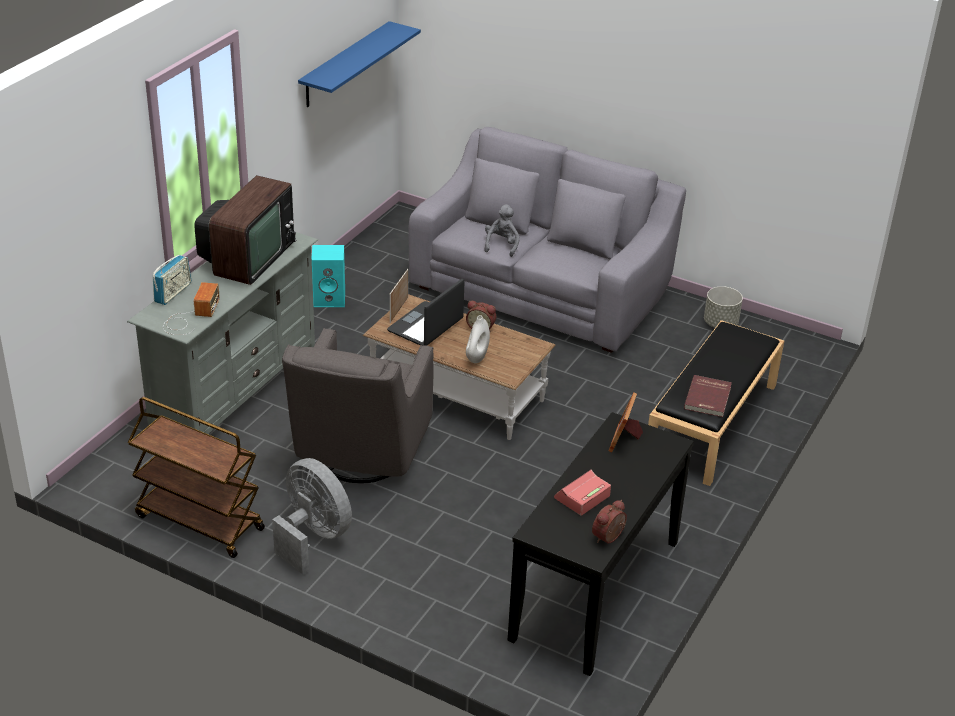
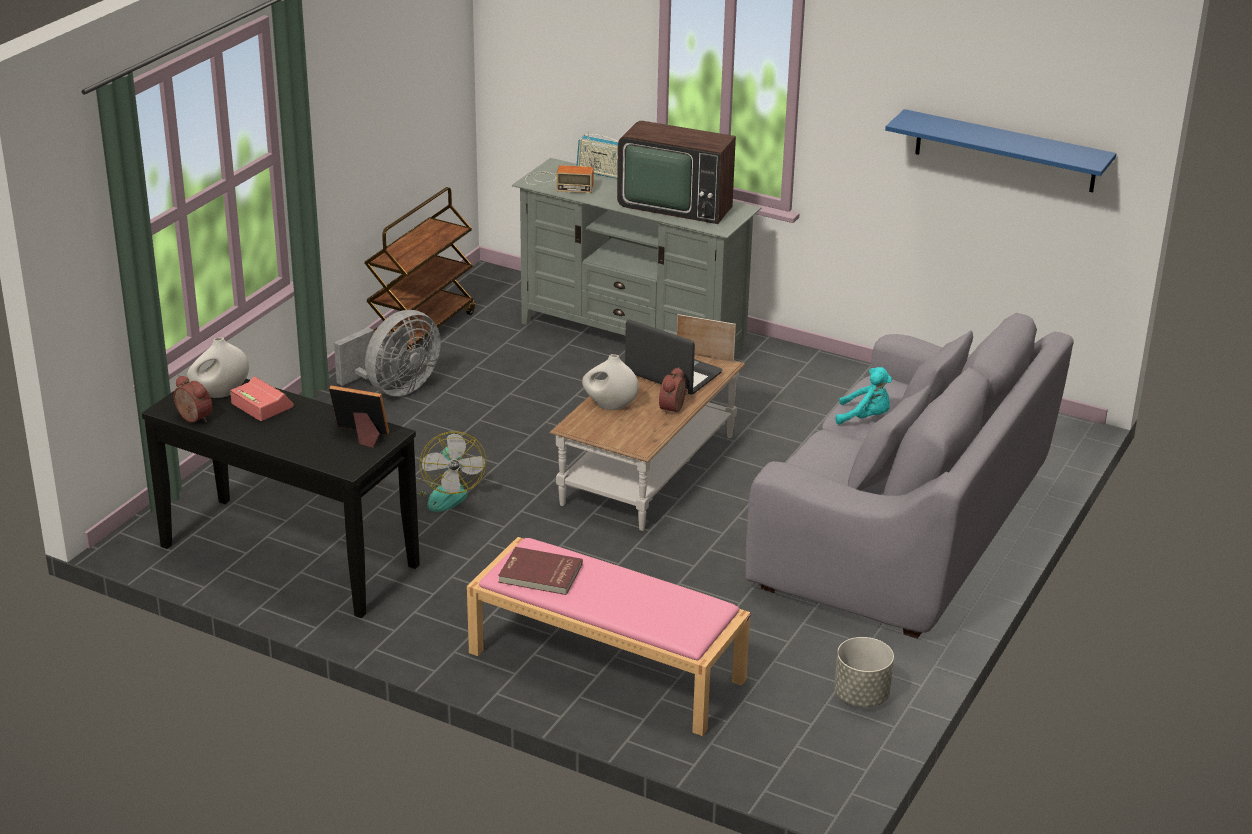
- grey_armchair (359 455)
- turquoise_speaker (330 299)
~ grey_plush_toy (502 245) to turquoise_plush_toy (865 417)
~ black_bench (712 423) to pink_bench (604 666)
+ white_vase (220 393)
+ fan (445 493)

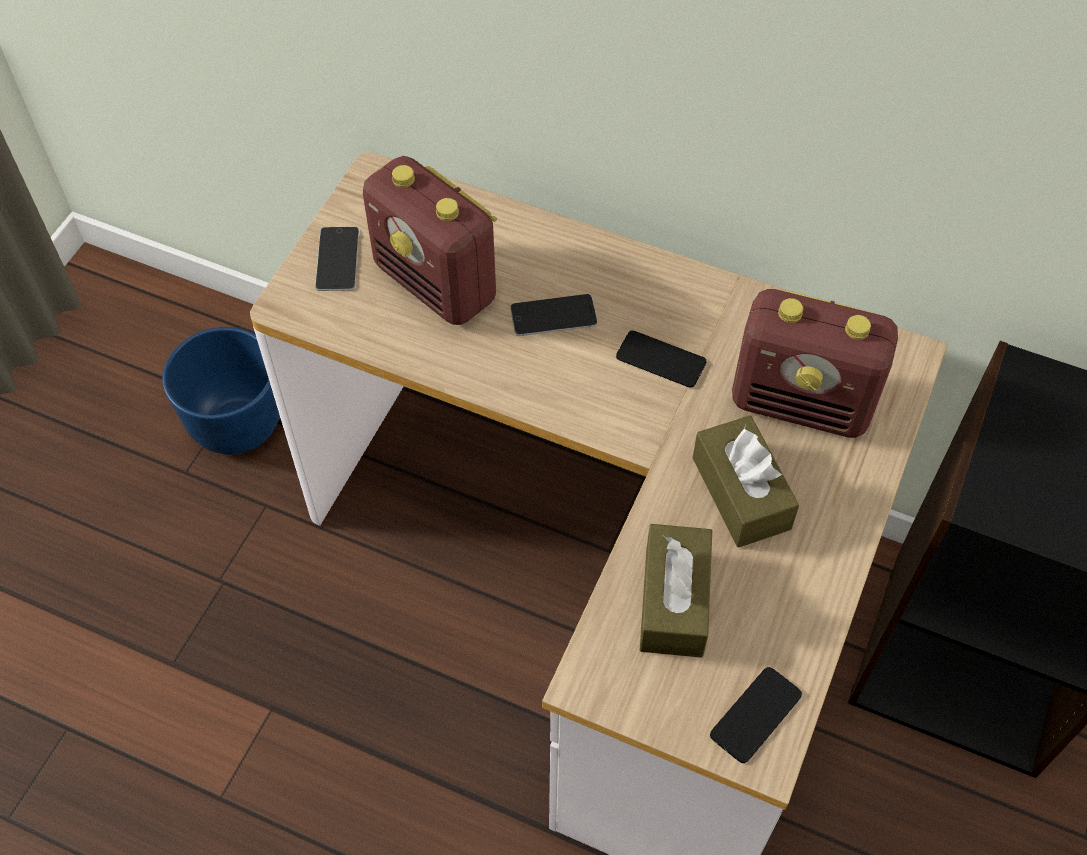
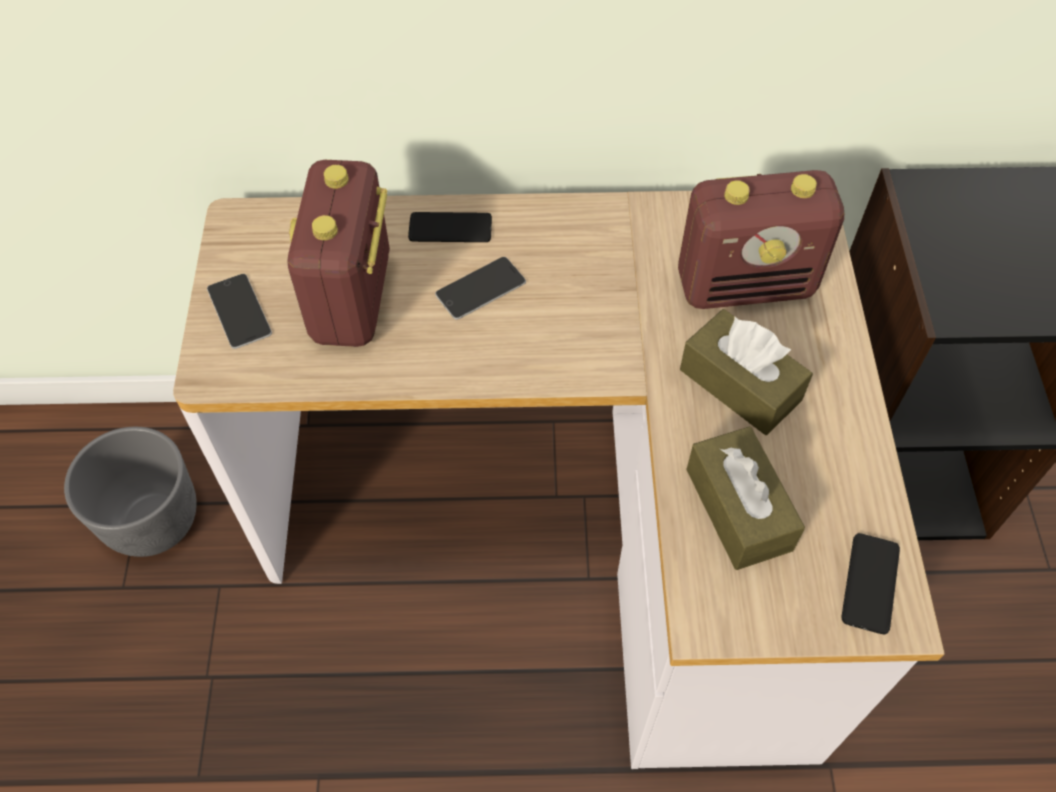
~ blue_planter (238 424) to grey_planter (154 520)
~ radio (437 284) = (352 299) 75 degrees clockwise
~ phone (661 360) to (450 228)

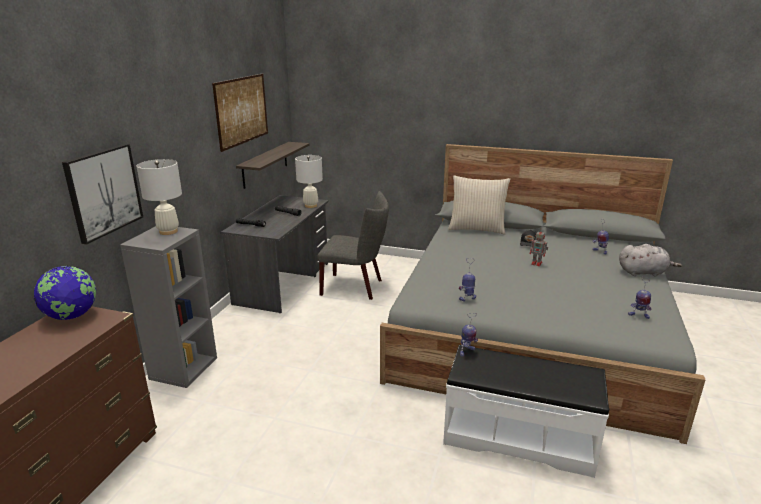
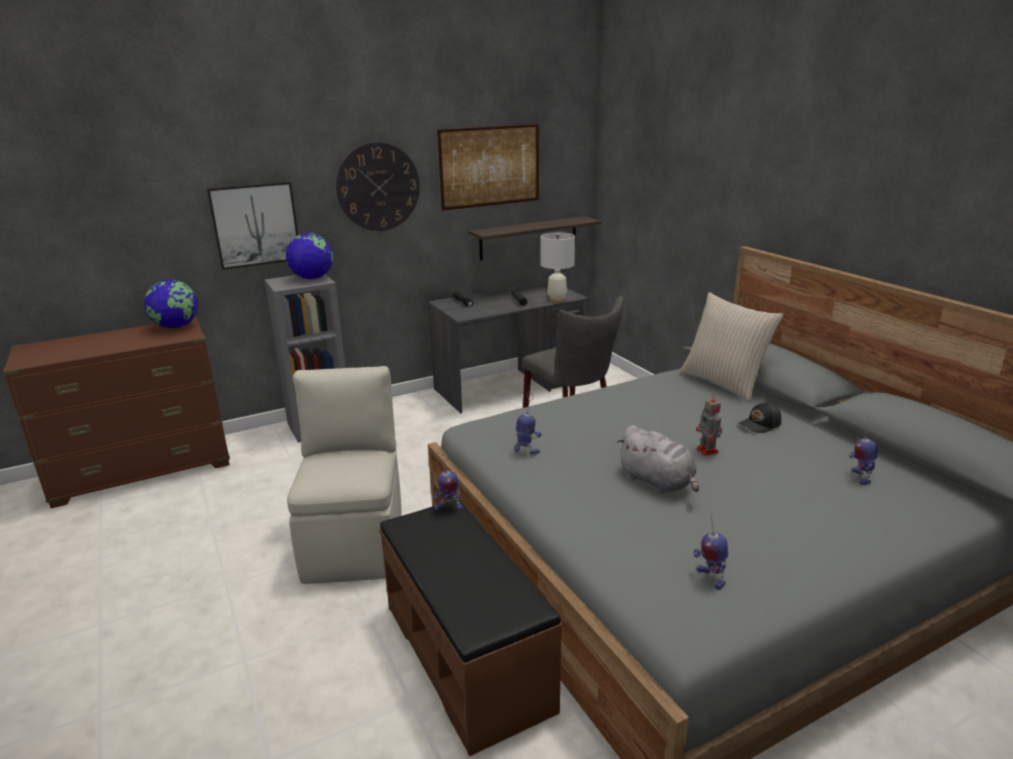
~ white_table_lamp (168 231) to globe (312 278)
~ white_bench (518 437) to brown_bench (468 655)
~ grey_plush_toy (643 272) to (658 482)
+ beige_chair (356 542)
+ wall_clock (378 187)

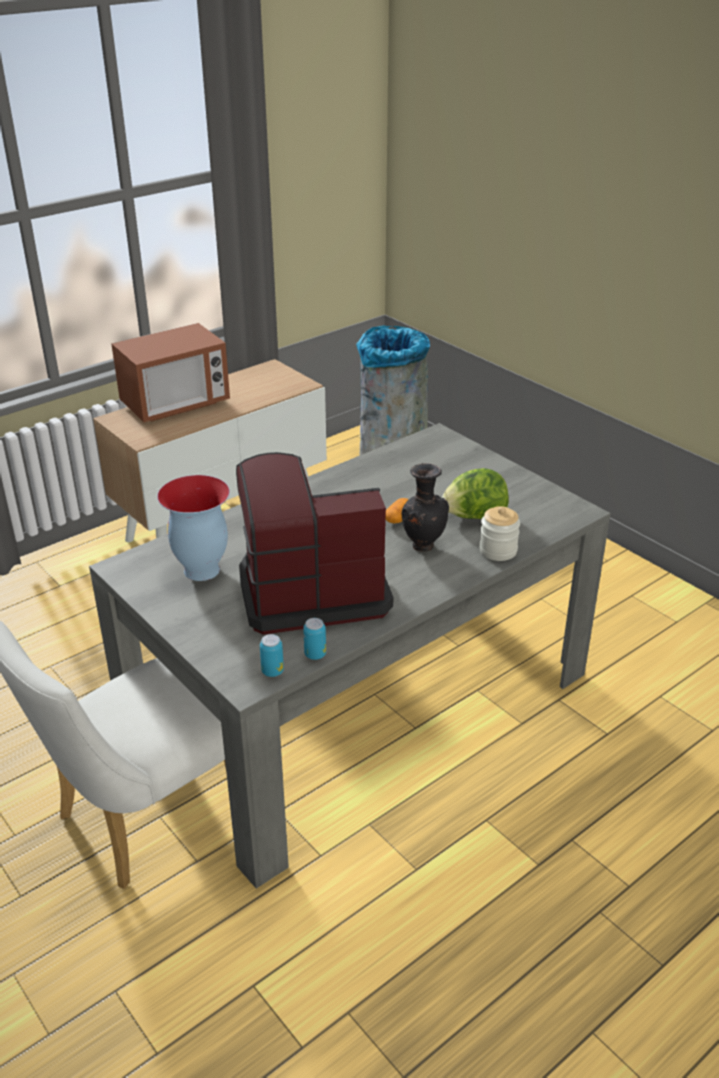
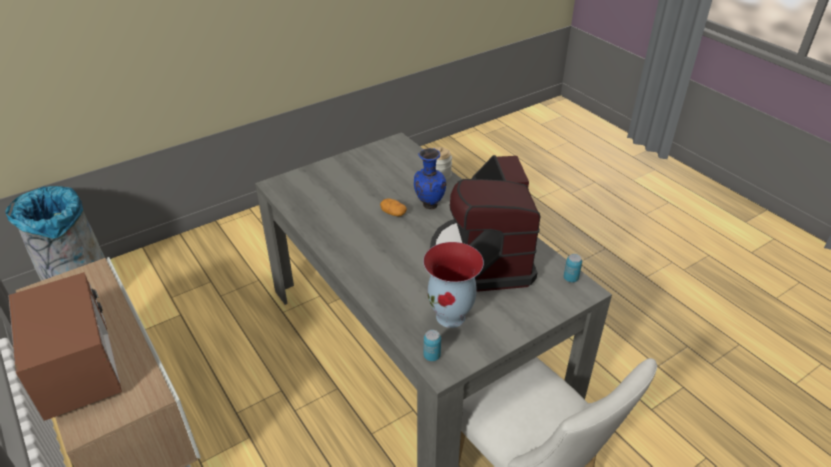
~ can (315 654) to (432 356)
~ black_vase (423 545) to blue_vase (429 205)
- lettuce (474 516)

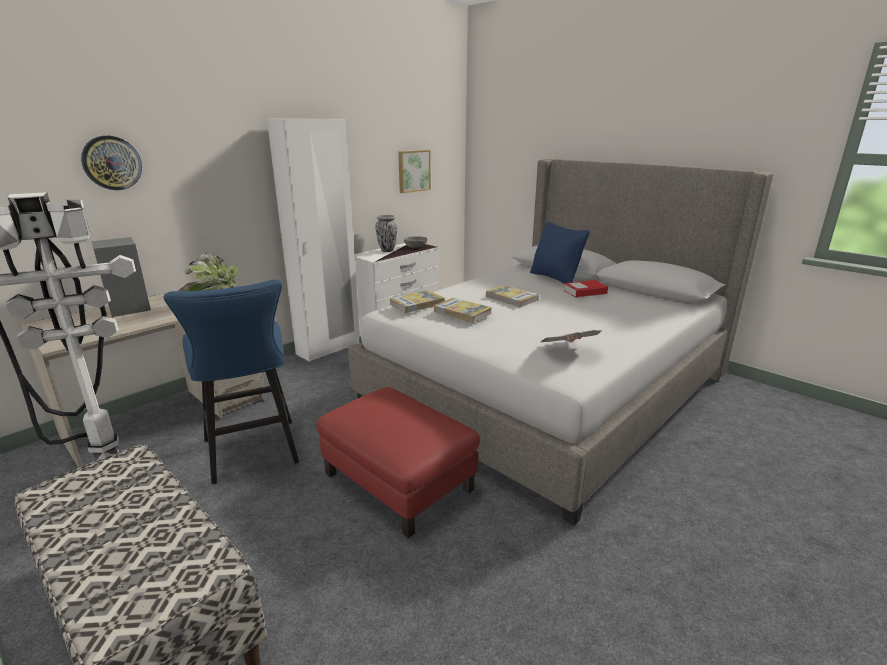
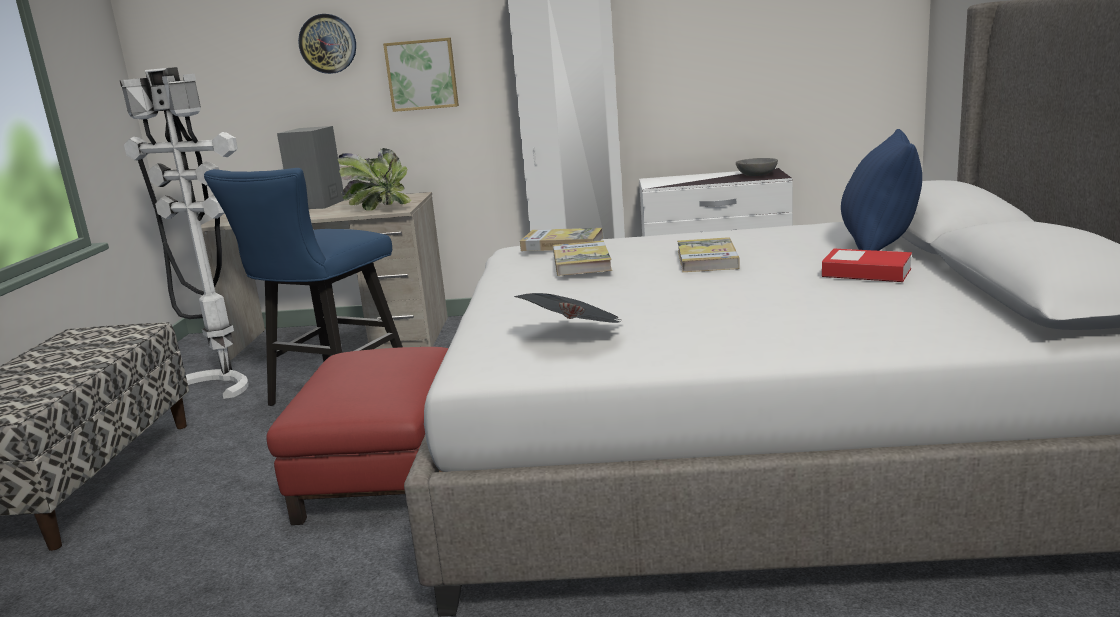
- vase (387 250)
~ picture (413 171) to (422 74)

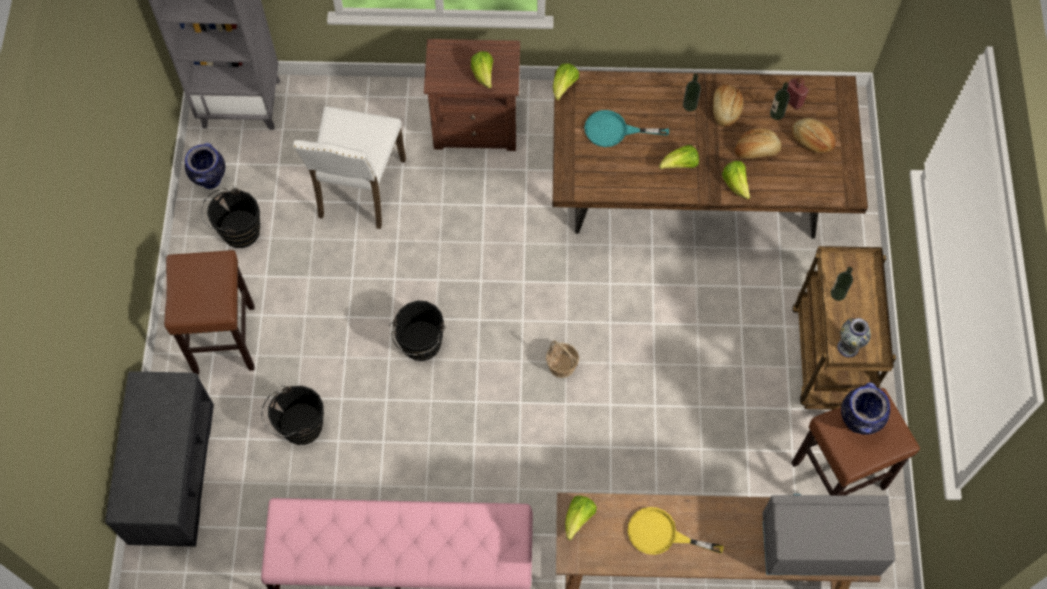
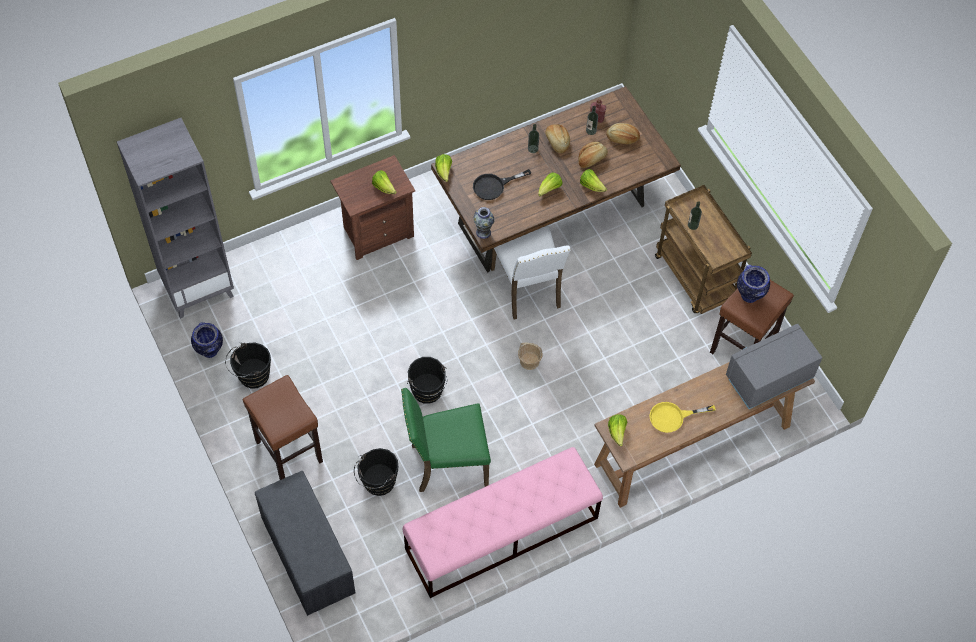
~ white_chair (359 189) to (528 288)
~ turquoise_frying_pan (614 131) to black_frying_pan (494 186)
~ vase (848 347) to (483 232)
+ green_chair (447 463)

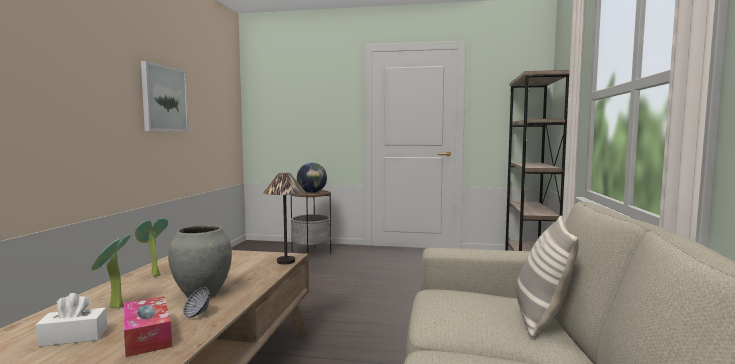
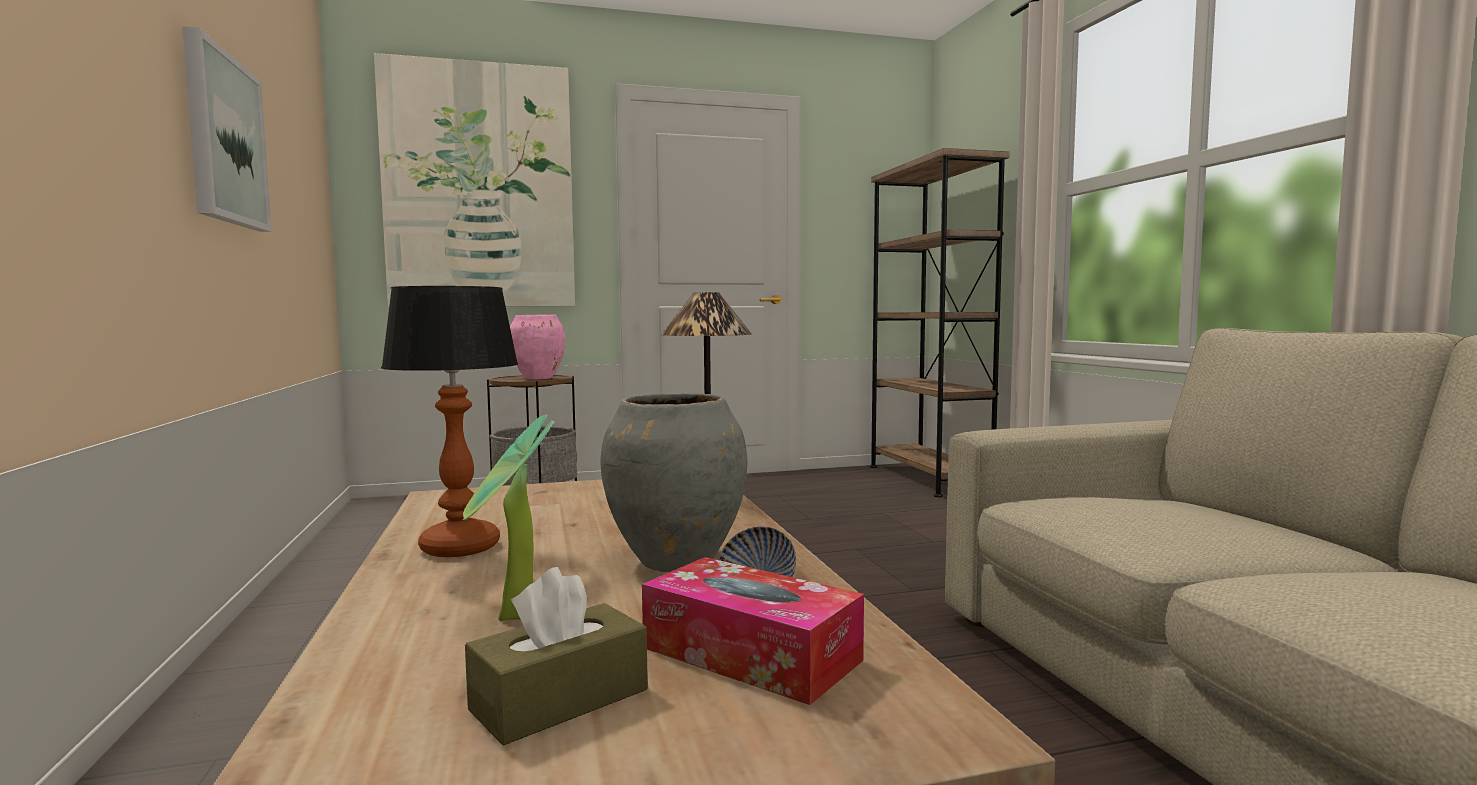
~ white_tissue_box (74 337) to brown_tissue_box (560 700)
~ potted_plant (153 275) to table_lamp (459 547)
~ globe (312 192) to pink_vase (539 378)
- pillow (541 318)
+ picture (479 186)

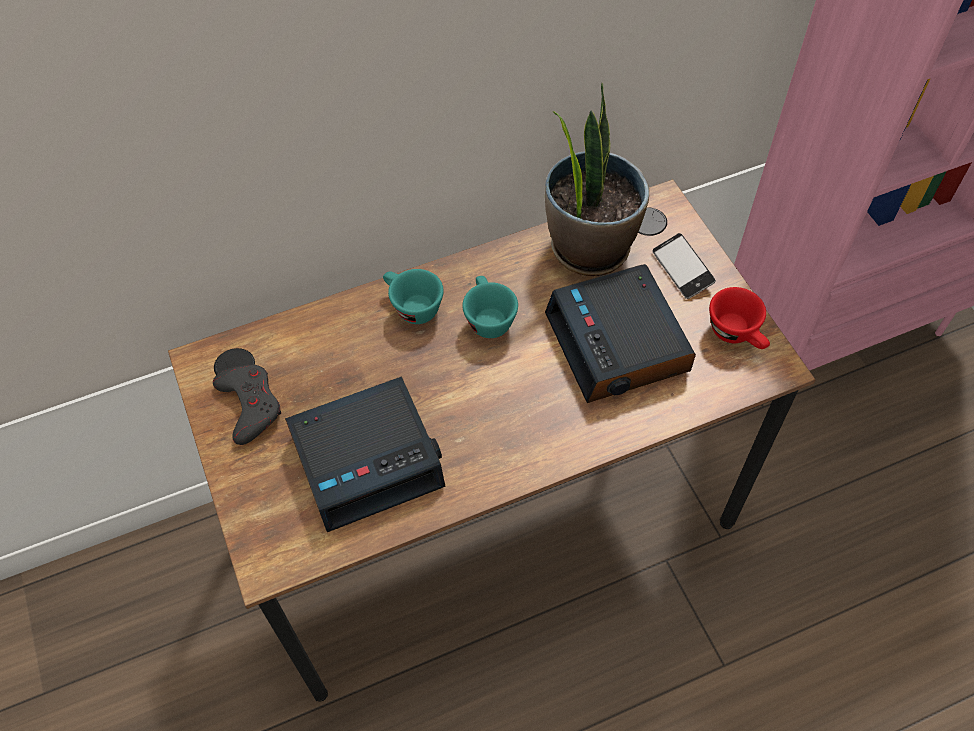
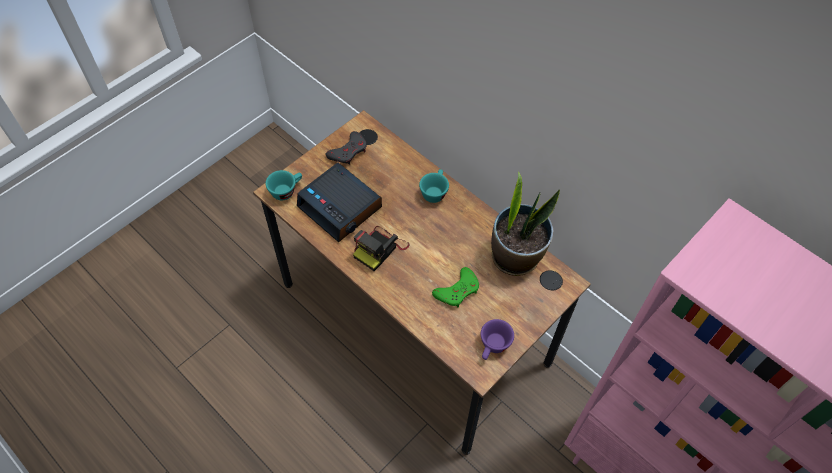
~ turquoise_cup (487 318) to (286 190)
~ alarm_clock (618 344) to green_game_controller (457 290)
- phone (682 269)
~ red_cup (737 334) to purple_cup (493 347)
+ photo_camera (380 248)

